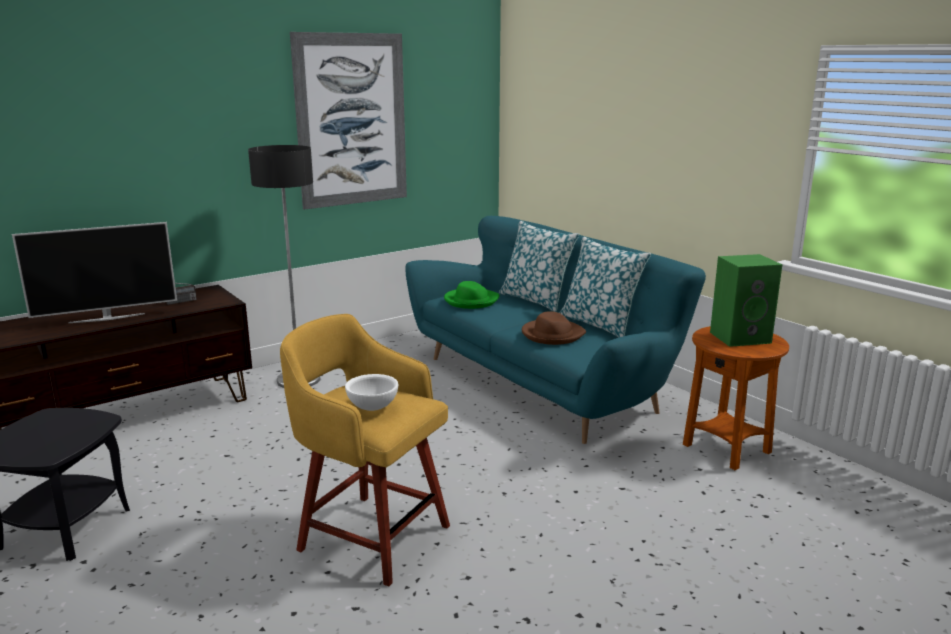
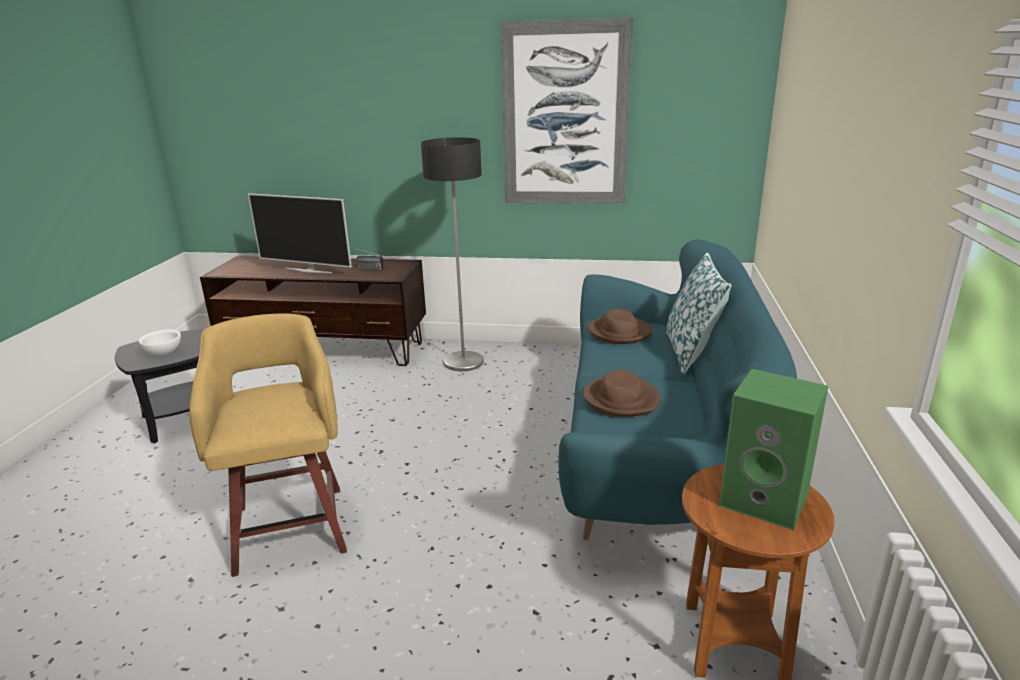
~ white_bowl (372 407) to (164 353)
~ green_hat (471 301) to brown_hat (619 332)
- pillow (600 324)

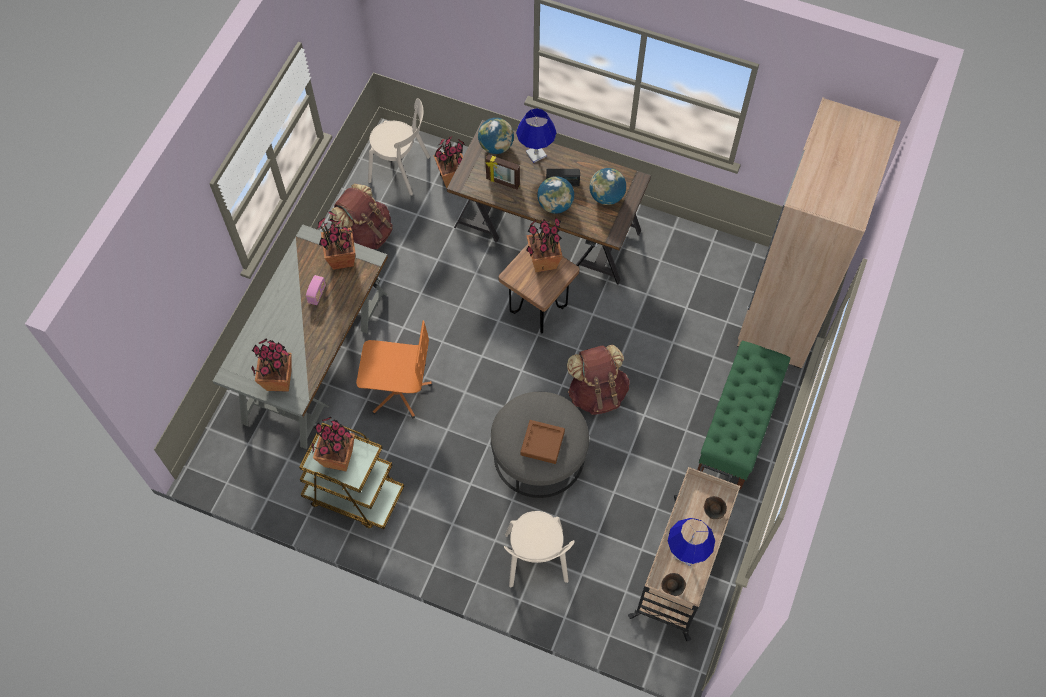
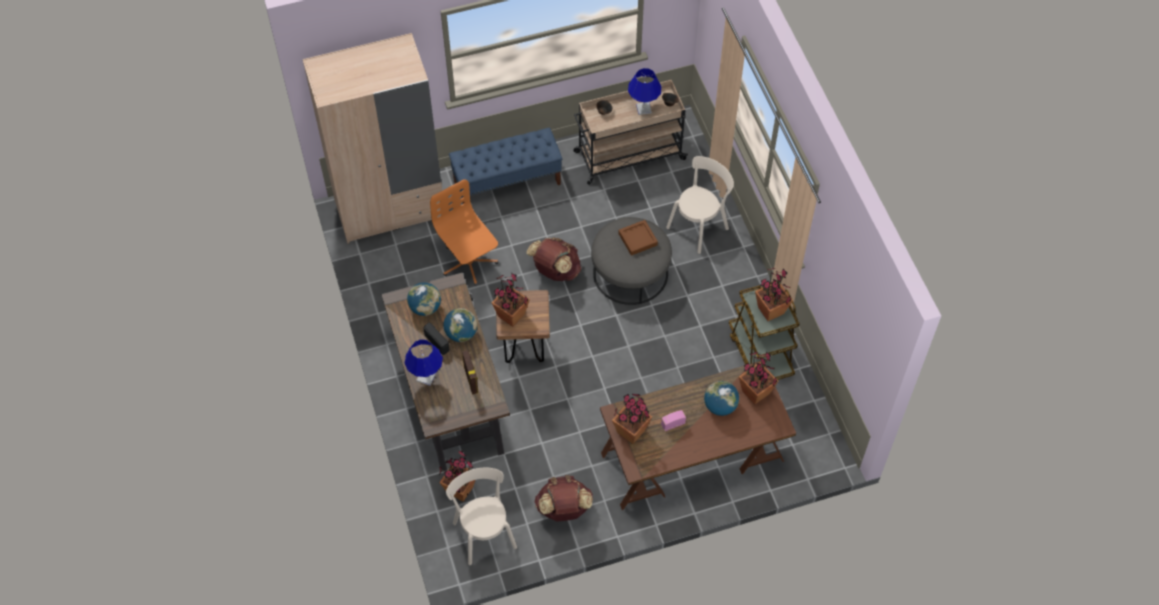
~ grey_desk (315 356) to brown_desk (692 458)
~ orange_office_chair (397 390) to (468 262)
~ globe (496 146) to (720 406)
~ green_bench (737 427) to blue_bench (507 182)

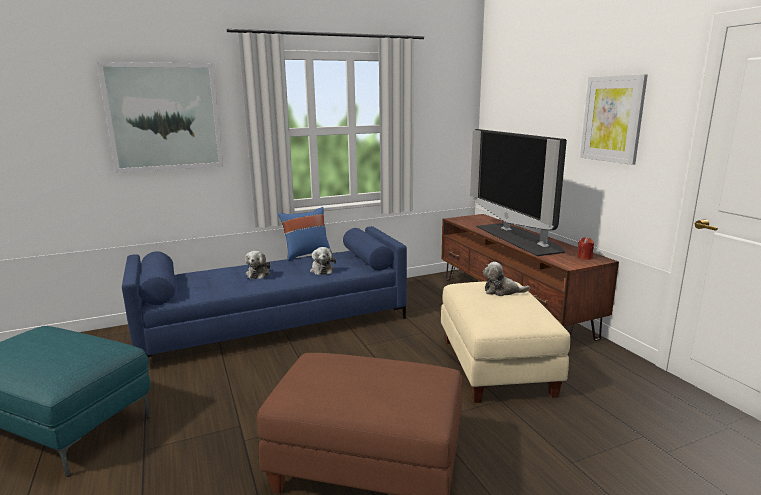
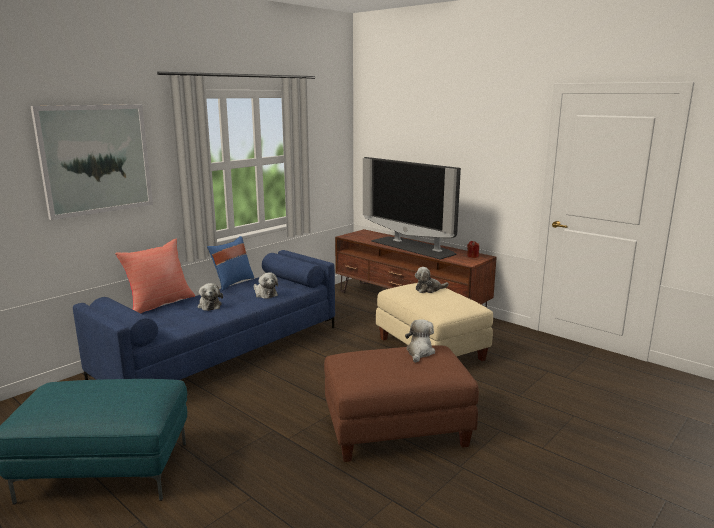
- picture (612 119)
+ red_pillow (159 304)
+ plush_toy (419 352)

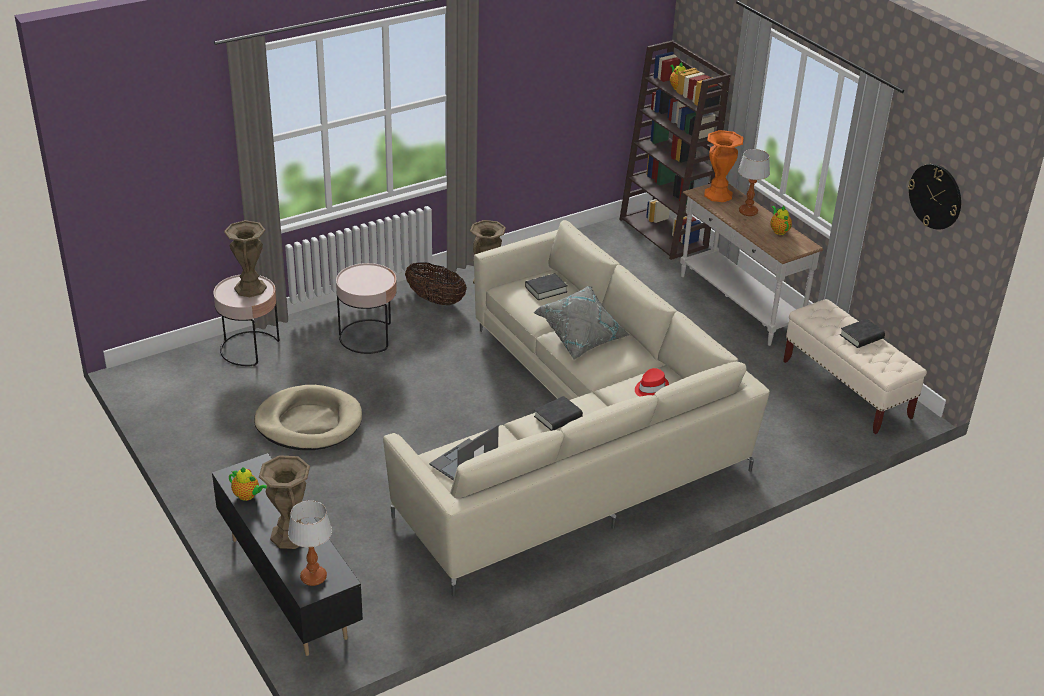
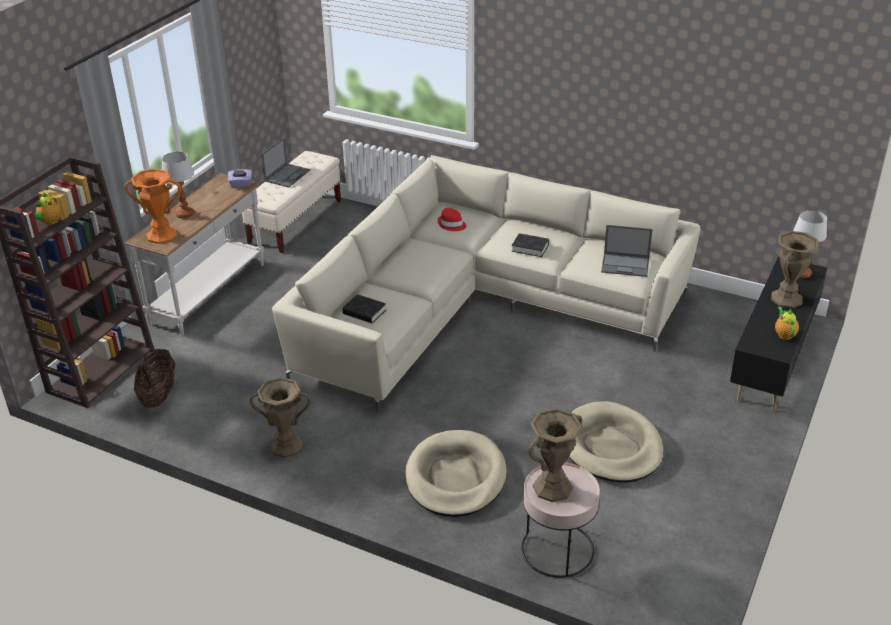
~ pink_side_table (368 336) to beige_dog_bed (455 477)
~ basket (435 300) to (159 395)
- grey_pillow (581 337)
- teapot (779 230)
~ black_book (861 337) to laptop (287 175)
- wall_clock (935 196)
+ purple_tissue_box (241 185)

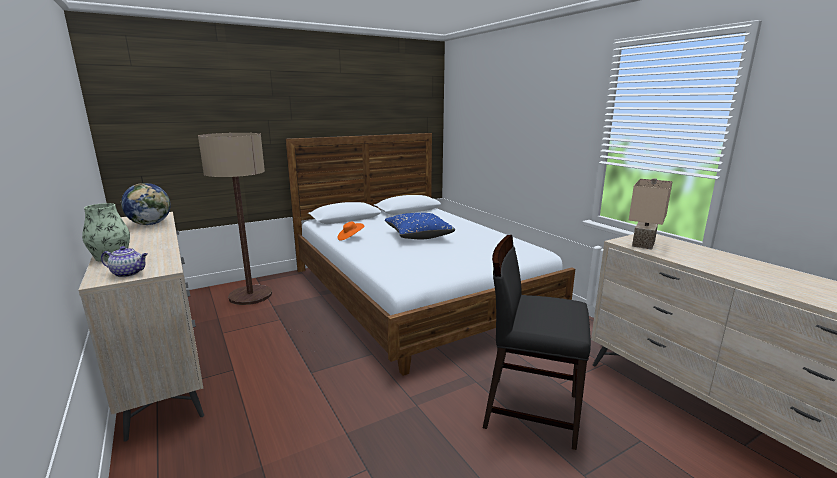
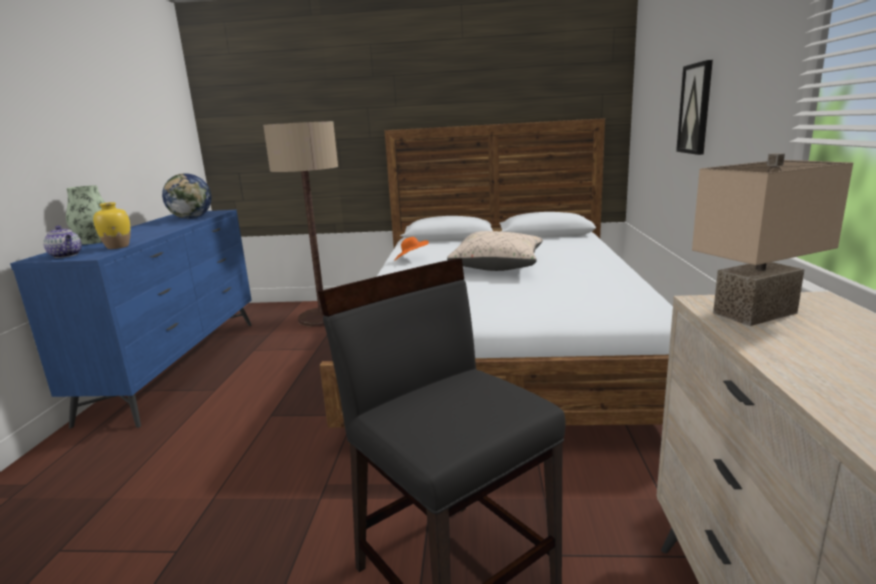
~ beige_dresser (164 362) to blue_dresser (179 366)
~ blue_pillow (418 235) to beige_pillow (497 266)
+ yellow_vase (118 247)
+ picture (695 109)

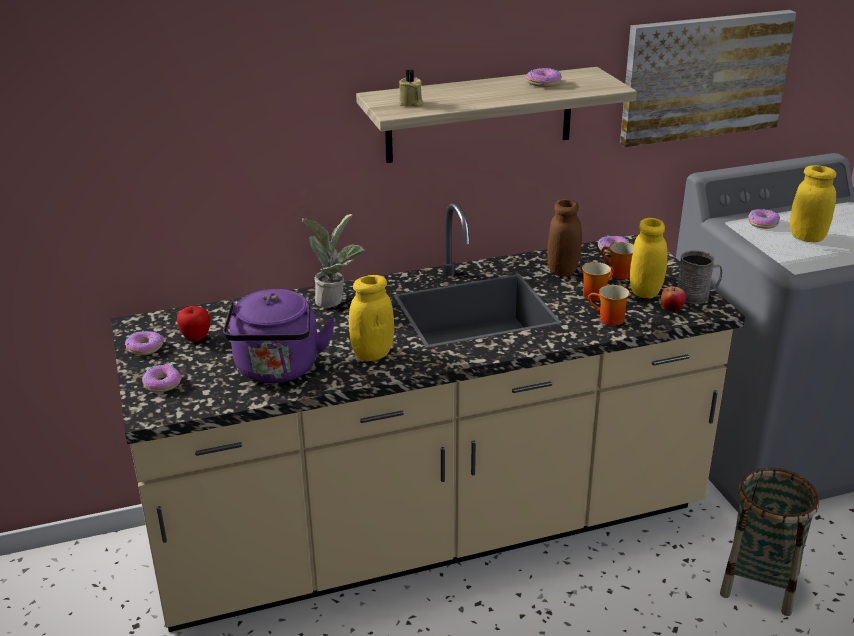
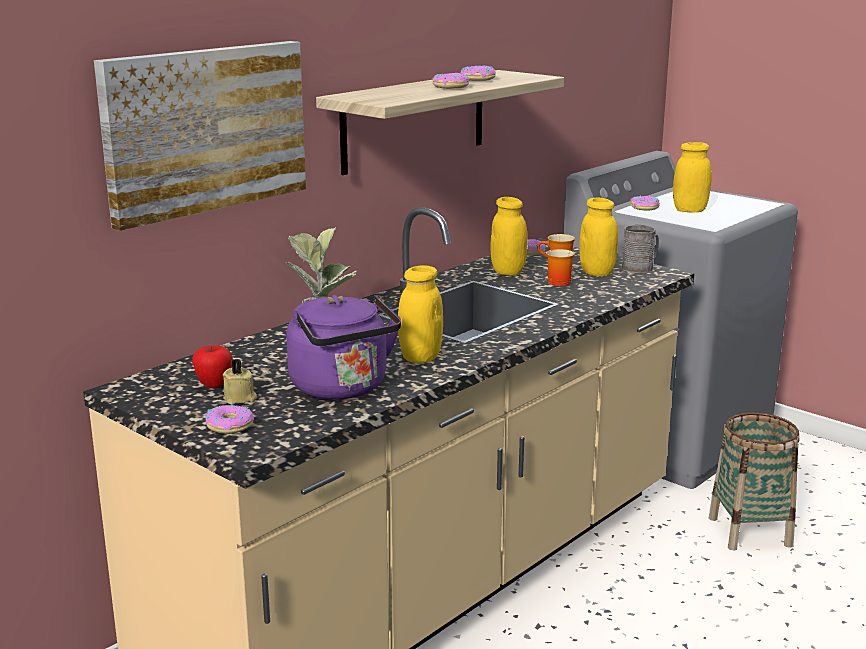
~ donut (144 347) to (451 86)
~ beige_candle (411 103) to (240 398)
~ brown_jar (562 270) to yellow_jar (508 272)
- mug (608 320)
~ picture (704 77) to (205 129)
- apple (671 310)

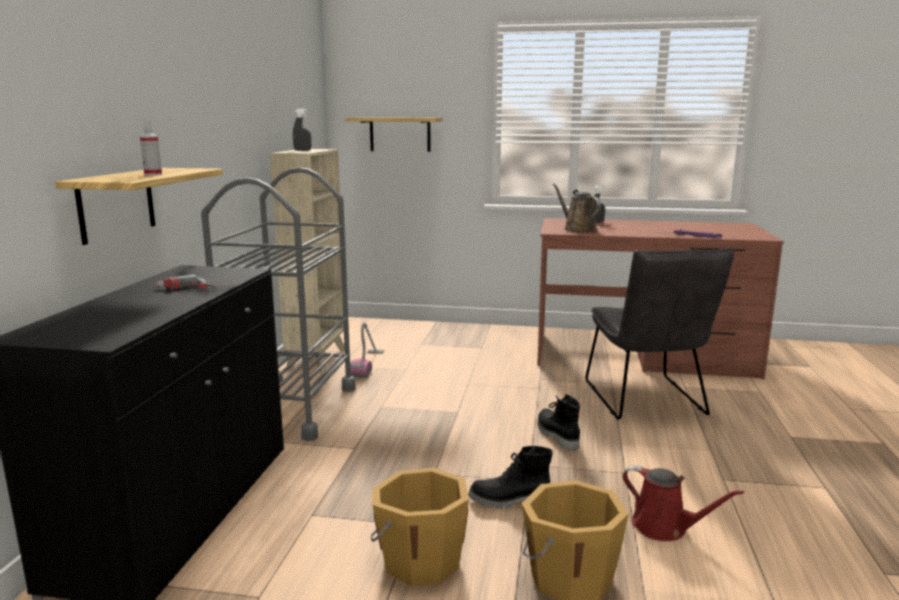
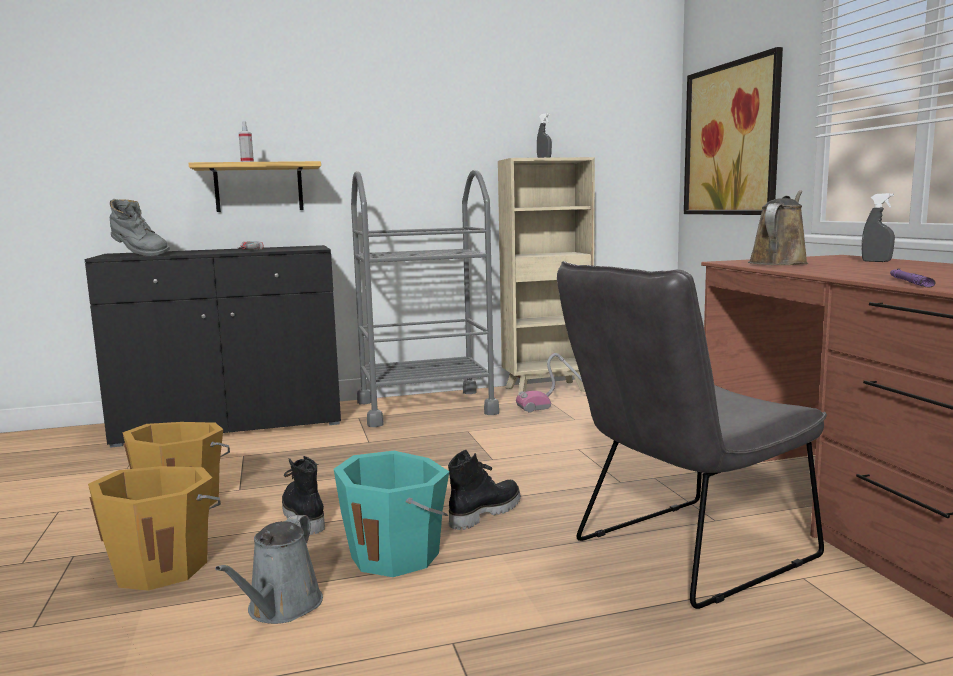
~ shelf (400 134) to picture (731 140)
~ red_watering_can (664 527) to grey_watering_can (281 608)
+ grey_boot (139 255)
+ turquoise_bucket (396 554)

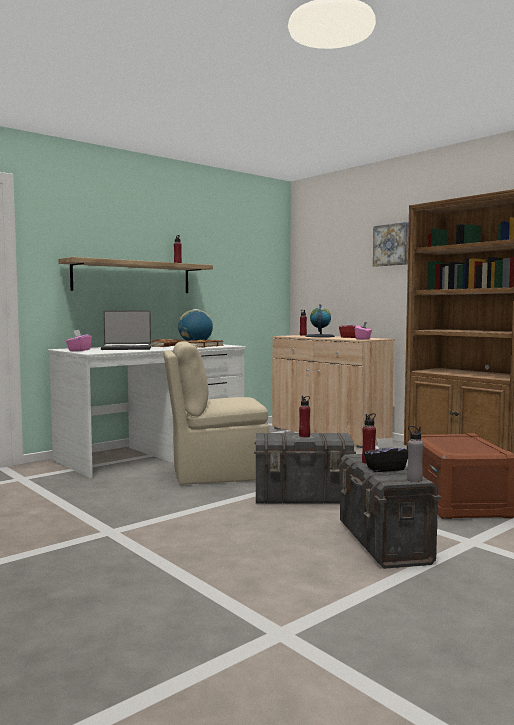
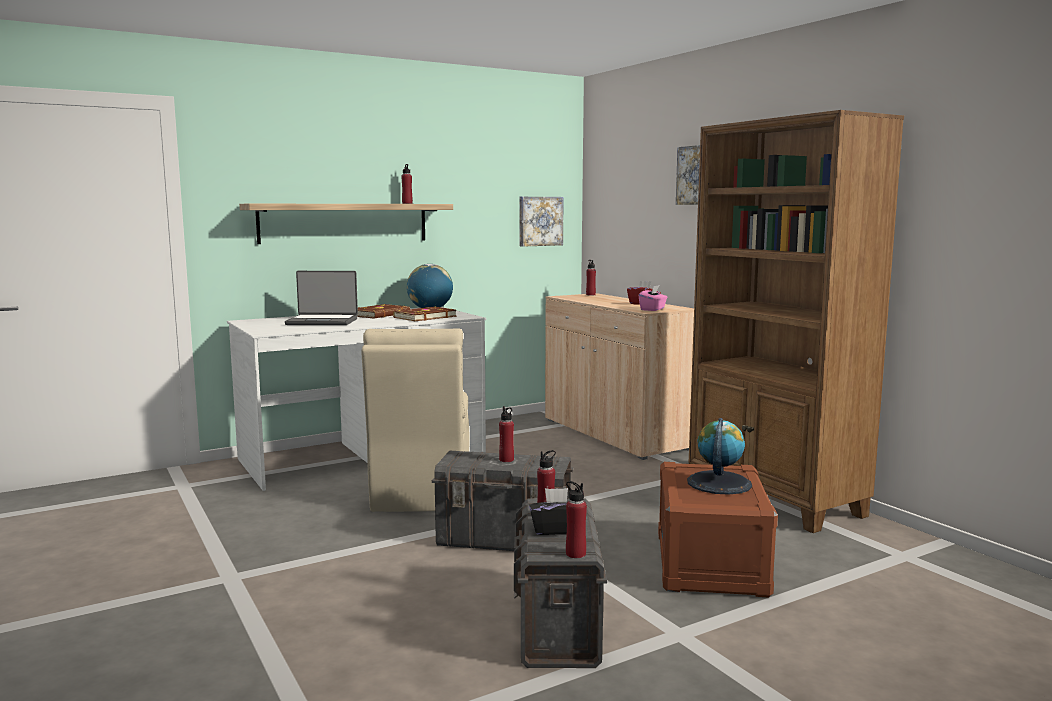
- pink_tissue_box (79 350)
~ beige_chair (216 474) = (421 493) 90 degrees counterclockwise
~ globe (320 336) to (718 483)
~ grey_bottle (414 480) to red_bottle (575 554)
+ picture (540 221)

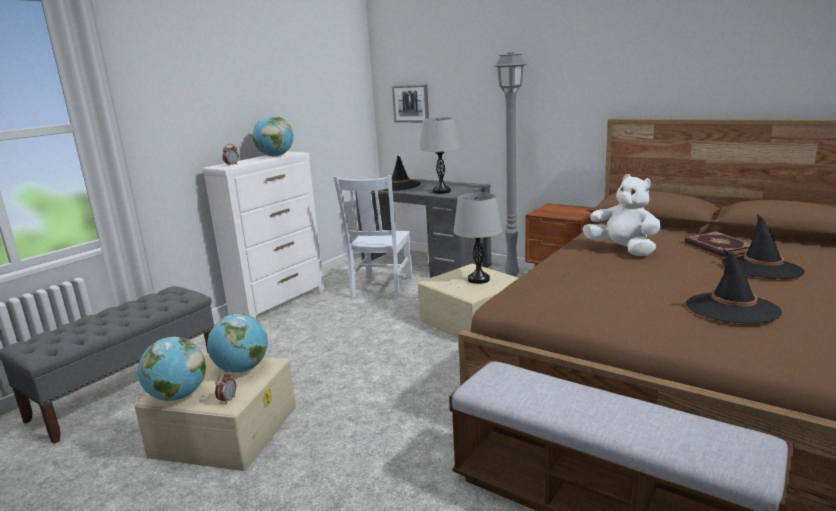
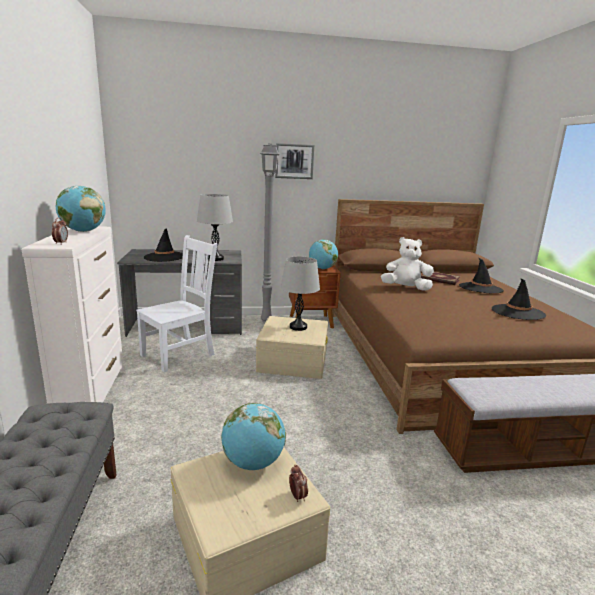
~ globe (178 396) to (322 268)
~ white_chair (381 288) = (180 354) 105 degrees counterclockwise
~ picture (411 103) to (294 161)

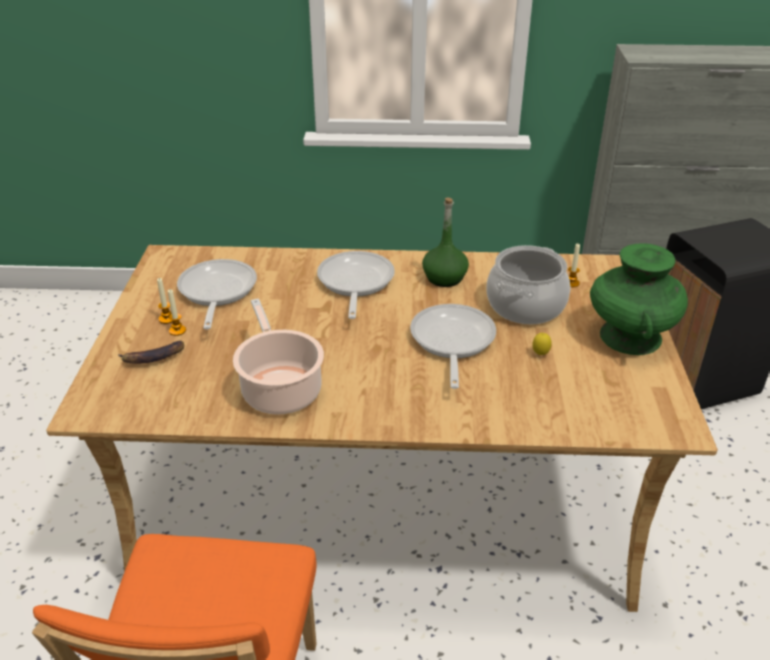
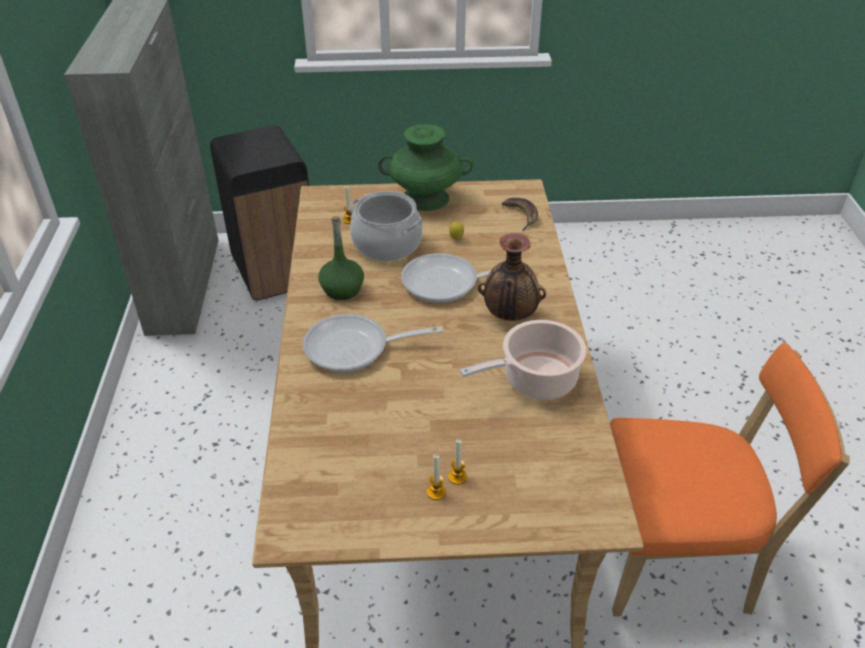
~ banana (153 358) to (521 215)
- frying_pan (216 293)
+ vase (509 315)

